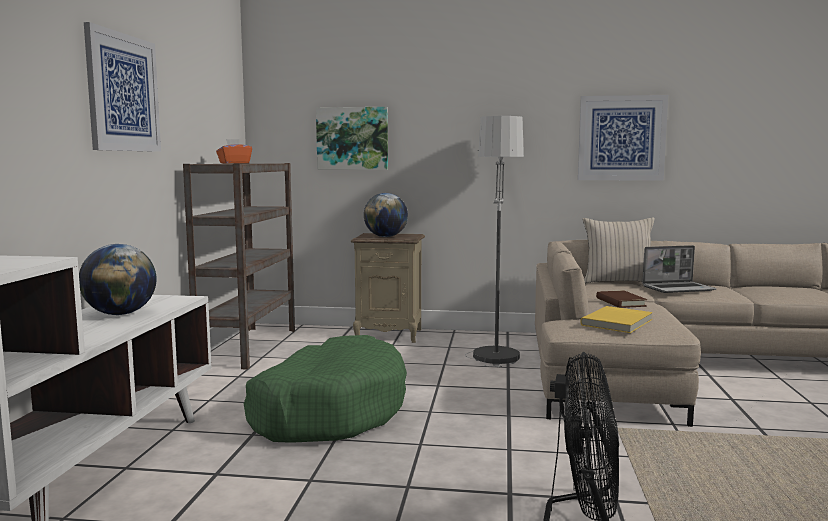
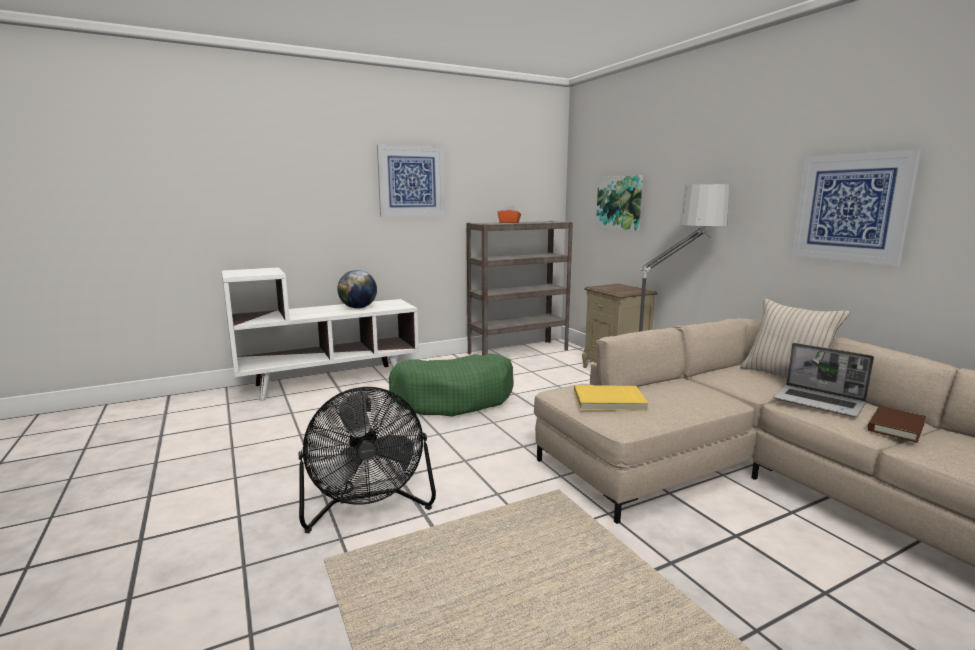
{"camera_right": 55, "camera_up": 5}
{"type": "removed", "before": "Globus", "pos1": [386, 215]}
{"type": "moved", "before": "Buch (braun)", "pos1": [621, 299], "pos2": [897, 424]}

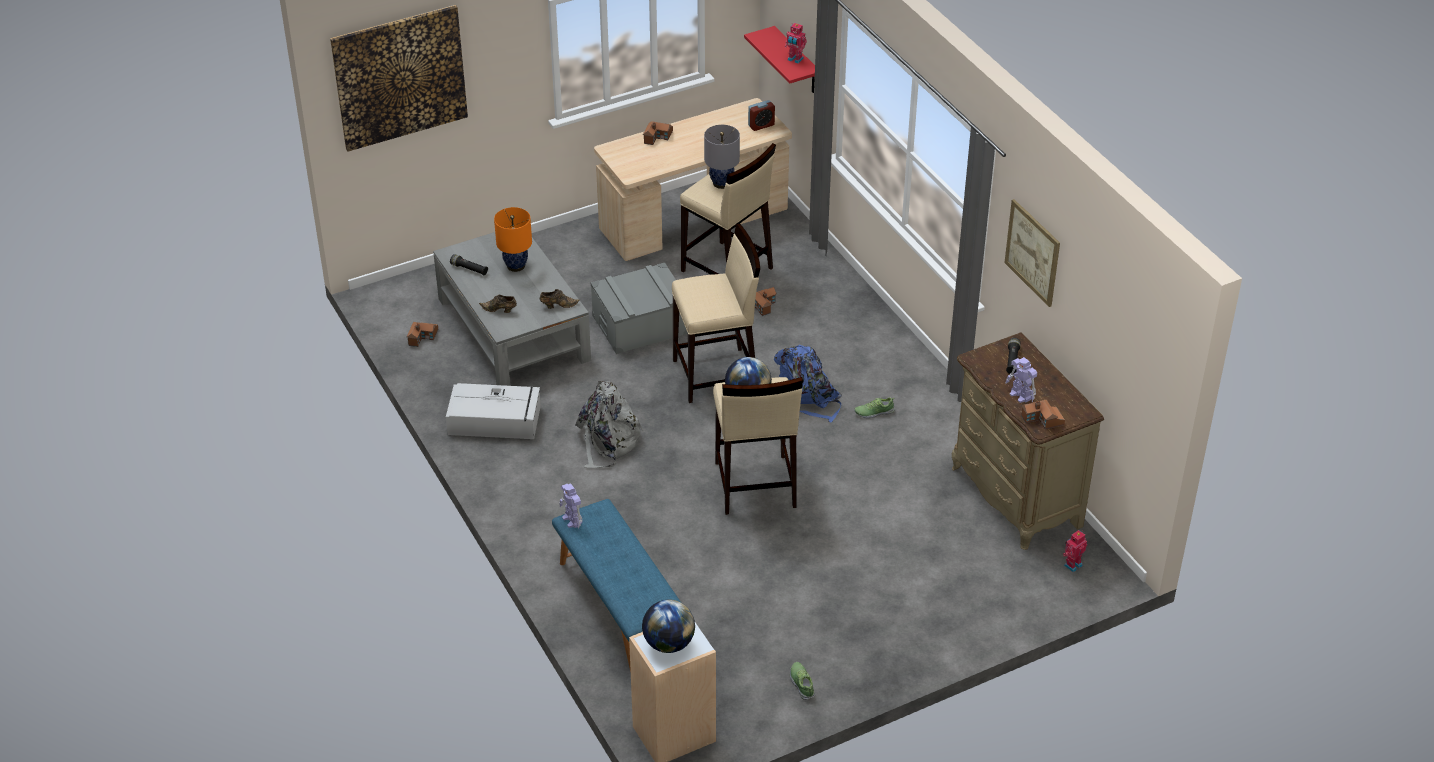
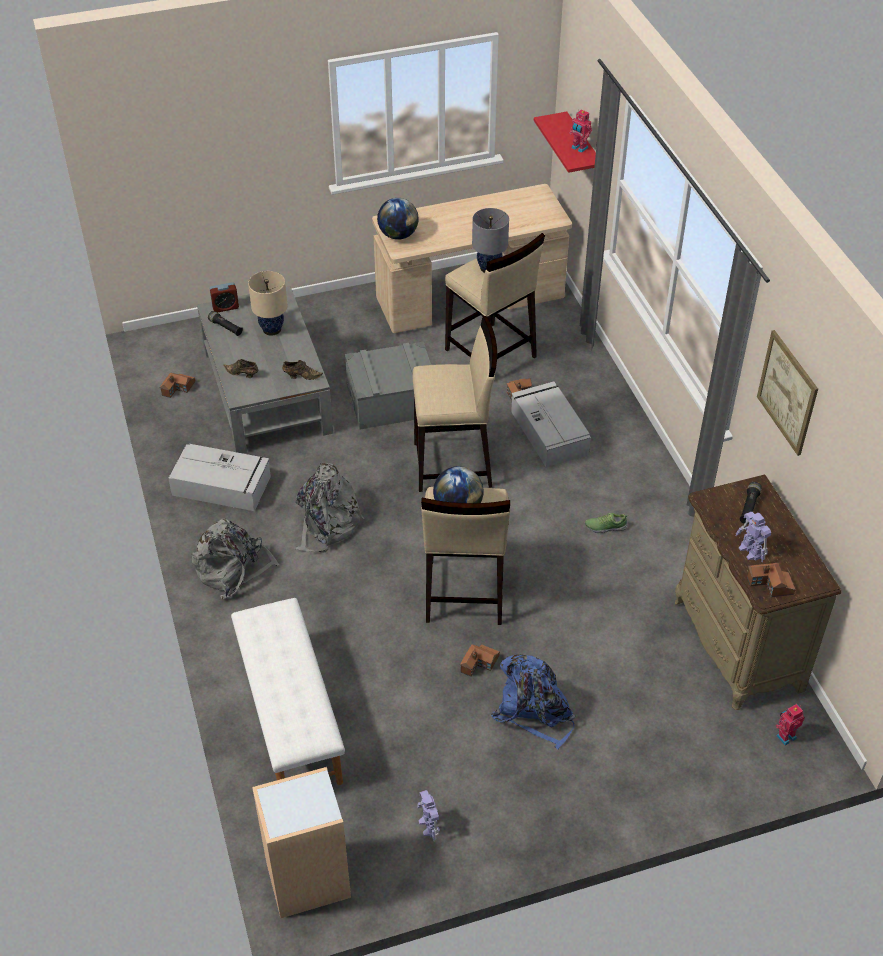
{"camera_right": 10, "camera_up": 5}
{"type": "removed", "before": "Bild", "pos1": [399, 78]}
{"type": "moved", "before": "Wecker", "pos1": [761, 115], "pos2": [224, 297]}
{"type": "moved", "before": "Spielzeughaus", "pos1": [658, 133], "pos2": [480, 660]}
{"type": "recoloured", "before": "Tischlampe (orange)", "after": "Tischlampe (beige)", "pos1": [513, 239], "pos2": [268, 303]}
{"type": "moved", "before": "Rucksack (blau)", "pos1": [808, 384], "pos2": [533, 702]}
{"type": "moved", "before": "Spielzeugroboter", "pos1": [570, 506], "pos2": [428, 816]}
{"type": "recoloured", "before": "Bank (blau)", "after": "Bank (weiß)", "pos1": [616, 585], "pos2": [288, 691]}
{"type": "moved", "before": "Globus", "pos1": [668, 626], "pos2": [398, 219]}
{"type": "removed", "before": "Schuh", "pos1": [802, 681]}
{"type": "added", "after": "Aufbewahrungsbox (grau)", "pos2": [551, 424]}
{"type": "added", "after": "Rucksack (grau)", "pos2": [235, 559]}

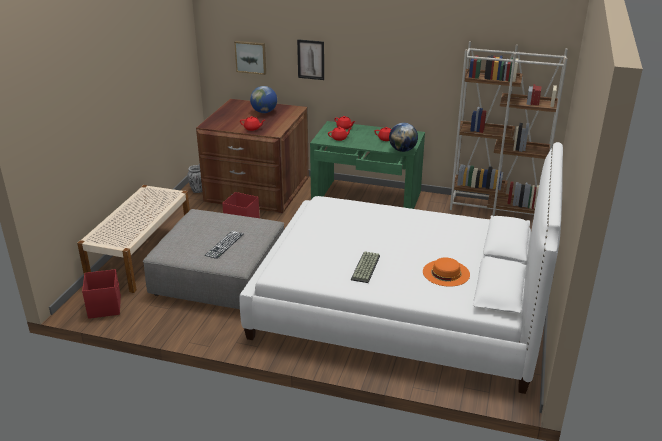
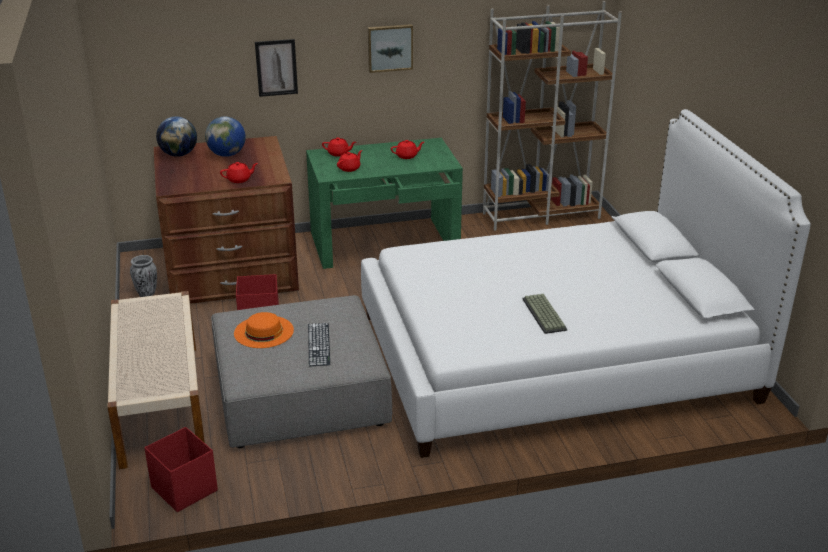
{"camera_right": -30, "camera_up": 0}
{"type": "moved", "before": "Bild", "pos1": [250, 58], "pos2": [390, 48]}
{"type": "moved", "before": "Globus", "pos1": [403, 137], "pos2": [176, 137]}
{"type": "moved", "before": "Hut (orange)", "pos1": [446, 272], "pos2": [264, 330]}

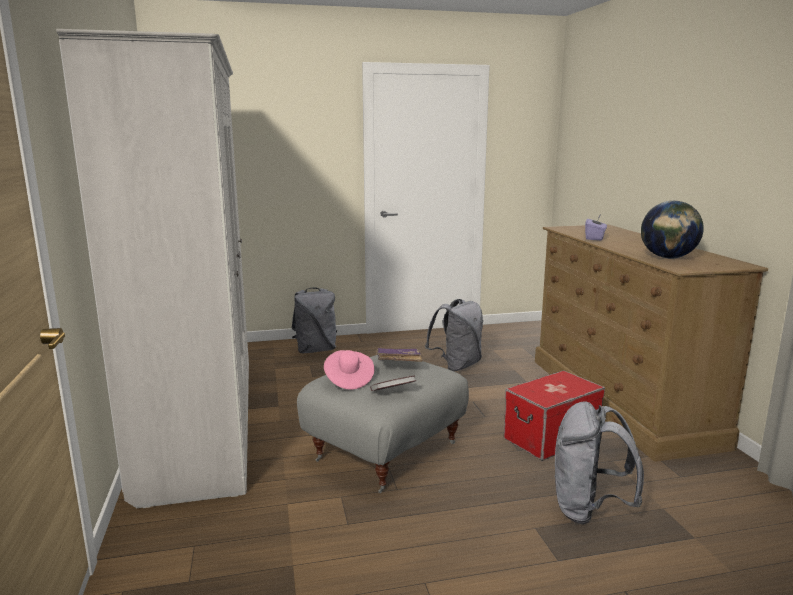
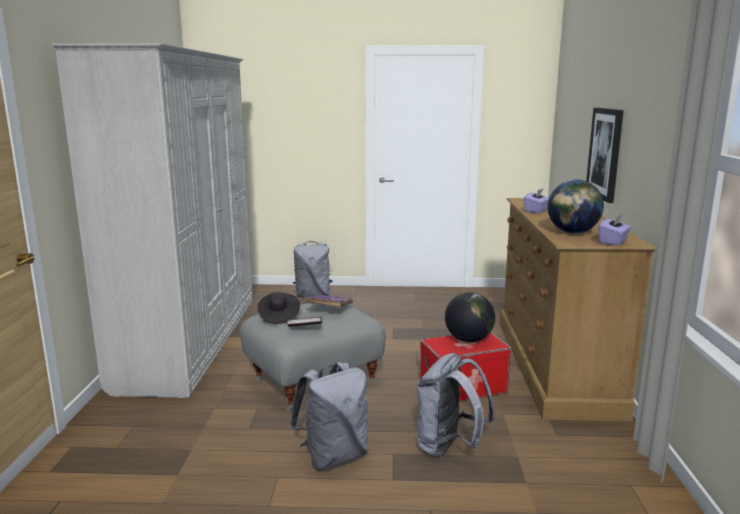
{"camera_right": 15, "camera_up": 0}
{"type": "moved", "before": "Rucksack (grau)", "pos1": [454, 335], "pos2": [329, 416]}
{"type": "recoloured", "before": "Hut (rosa)", "after": "Hut (schwarz)", "pos1": [349, 370], "pos2": [279, 308]}
{"type": "added", "after": "Bild", "pos2": [605, 155]}
{"type": "added", "after": "Taschentuchbox (lila)", "pos2": [614, 230]}
{"type": "added", "after": "Globus", "pos2": [470, 317]}

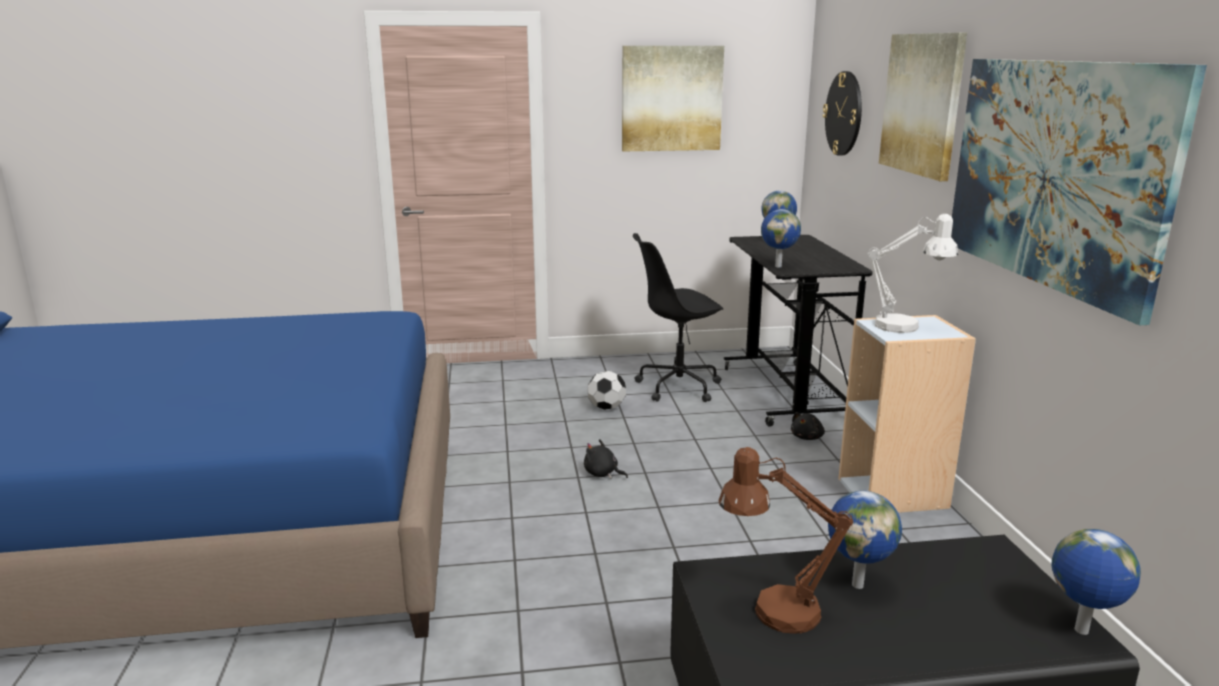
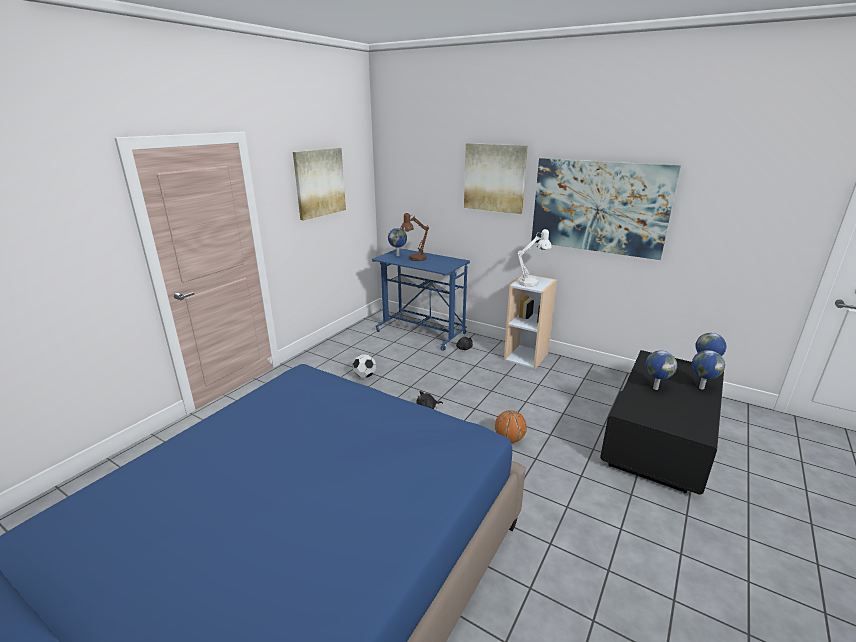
{"camera_right": -50, "camera_up": 5}
{"type": "removed", "before": "Wanduhr", "pos1": [842, 113]}
{"type": "moved", "before": "Globus", "pos1": [781, 238], "pos2": [708, 370]}
{"type": "removed", "before": "Bürostuhl (schwarz)", "pos1": [678, 317]}
{"type": "recoloured", "before": "Schreibtisch (schwarz)", "after": "Schreibtisch (blau)", "pos1": [798, 331], "pos2": [421, 299]}
{"type": "moved", "before": "Tischlampe (braun)", "pos1": [785, 540], "pos2": [414, 237]}
{"type": "added", "after": "Basketball", "pos2": [511, 426]}

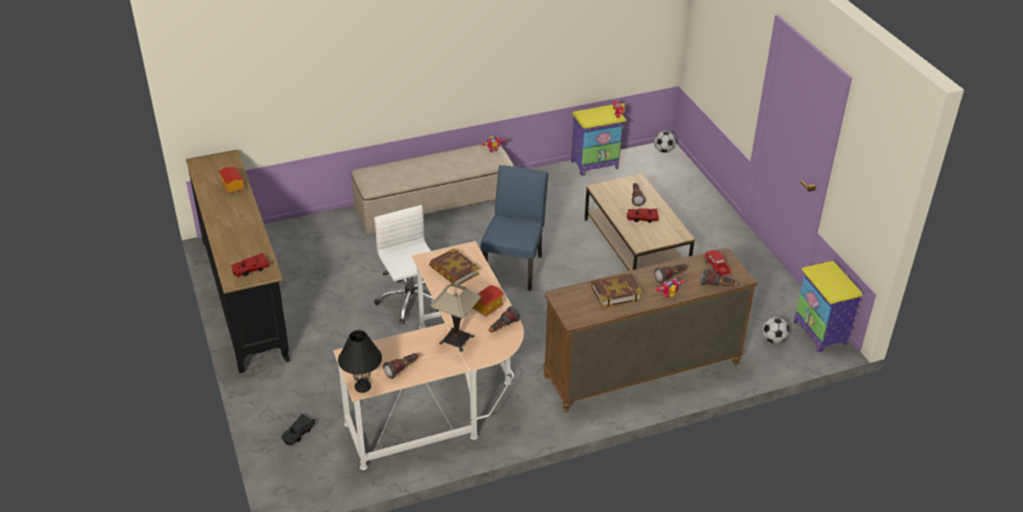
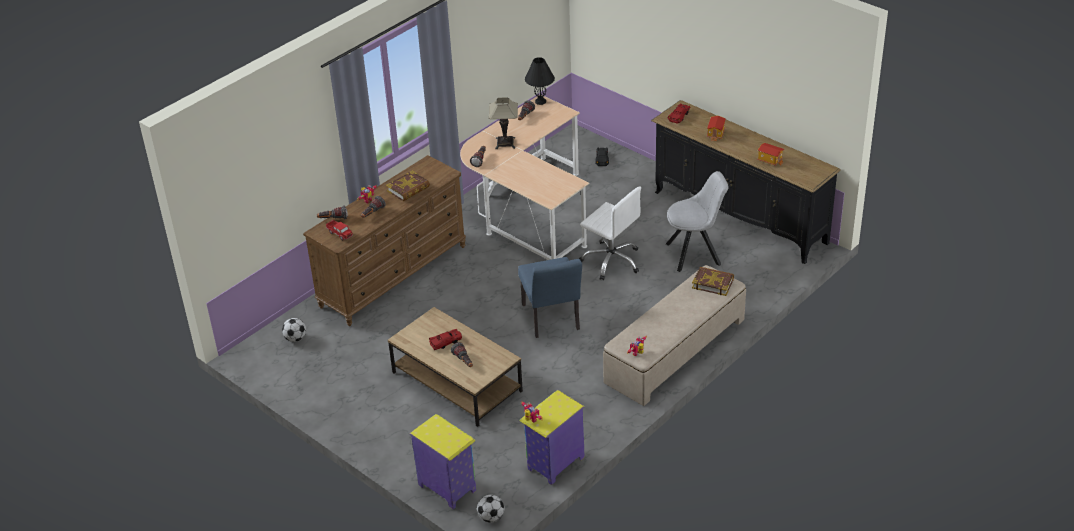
{"camera_right": 155, "camera_up": 0}
{"type": "moved", "before": "Buch", "pos1": [454, 266], "pos2": [713, 281]}
{"type": "moved", "before": "Nachttisch", "pos1": [828, 306], "pos2": [443, 461]}
{"type": "moved", "before": "Spielzeughaus", "pos1": [488, 301], "pos2": [716, 128]}
{"type": "added", "after": "Stuhl (grau)", "pos2": [697, 221]}

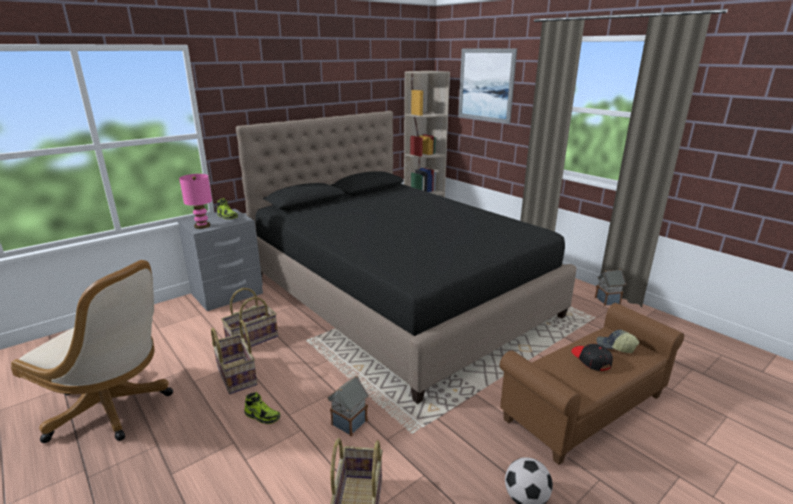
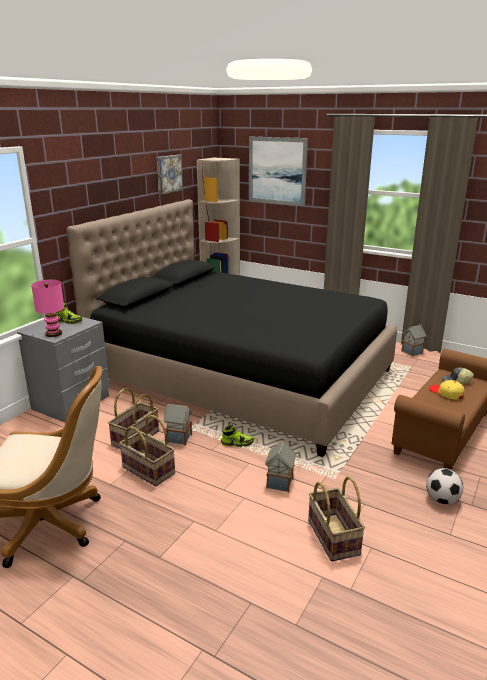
{"camera_right": -20, "camera_up": 0}
{"type": "recoloured", "before": "Kappe (schwarz)", "after": "Kappe (gelb)", "pos1": [592, 357], "pos2": [446, 389]}
{"type": "moved", "before": "Schuh", "pos1": [262, 408], "pos2": [237, 435]}
{"type": "added", "after": "Bild", "pos2": [170, 174]}
{"type": "added", "after": "Spielzeughaus", "pos2": [178, 424]}

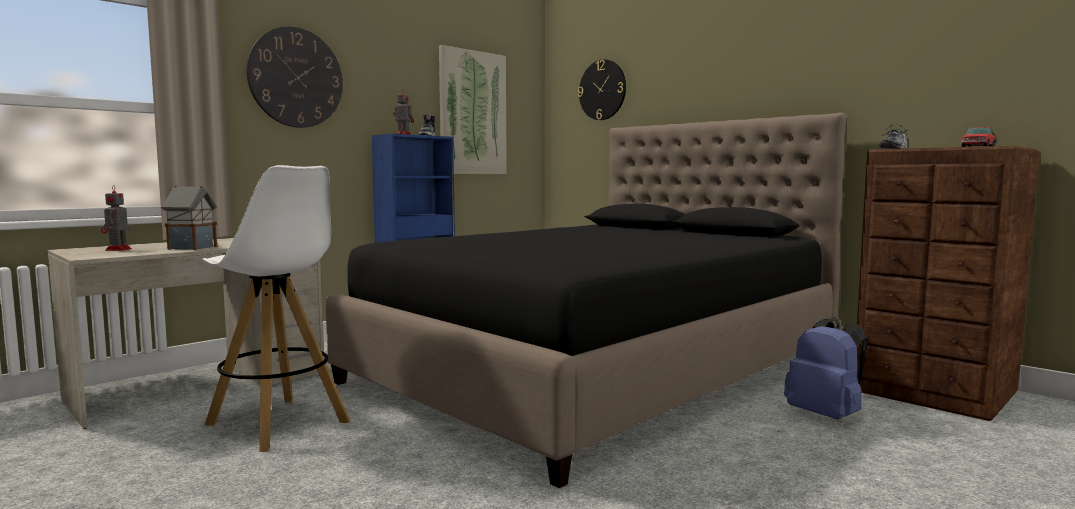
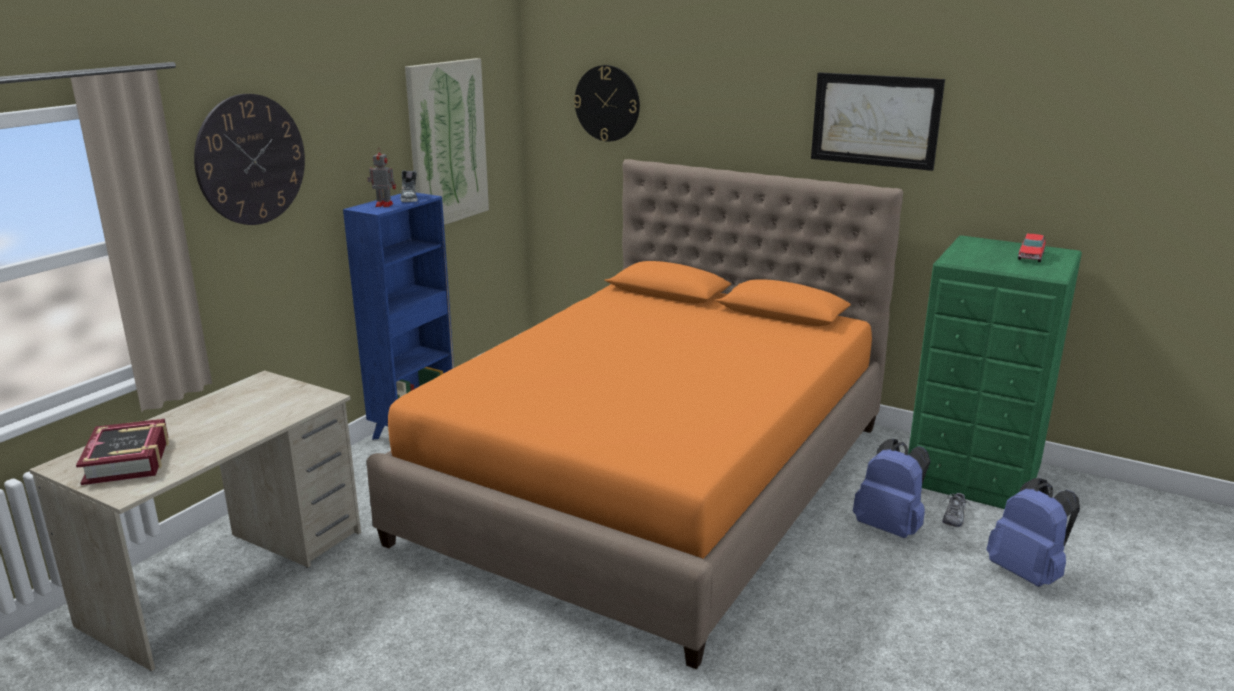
{"camera_right": -15, "camera_up": 15}
{"type": "recoloured", "before": "Bett (schwarz)", "after": "Bett (orange)", "pos1": [586, 300], "pos2": [635, 414]}
{"type": "moved", "before": "Schuh", "pos1": [894, 136], "pos2": [956, 509]}
{"type": "recoloured", "before": "Kommode (braun)", "after": "Kommode (grün)", "pos1": [948, 283], "pos2": [995, 372]}
{"type": "removed", "before": "Hocker (weiß)", "pos1": [276, 308]}
{"type": "replaced", "before": "Spielzeugroboter", "after": "Buch", "pos1": [116, 218], "pos2": [122, 452]}
{"type": "removed", "before": "Spielzeughaus", "pos1": [189, 217]}
{"type": "added", "after": "Bild", "pos2": [878, 121]}
{"type": "added", "after": "Rucksack (blau)", "pos2": [1033, 532]}

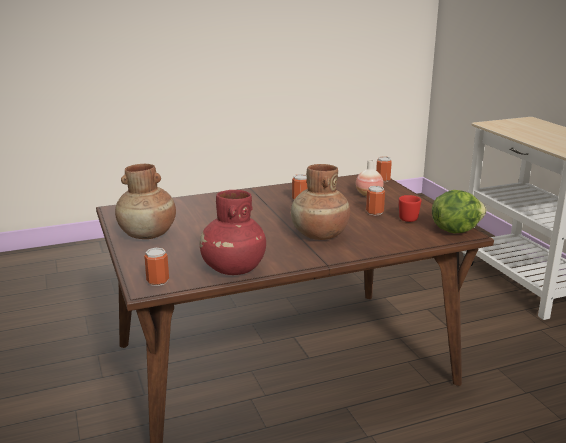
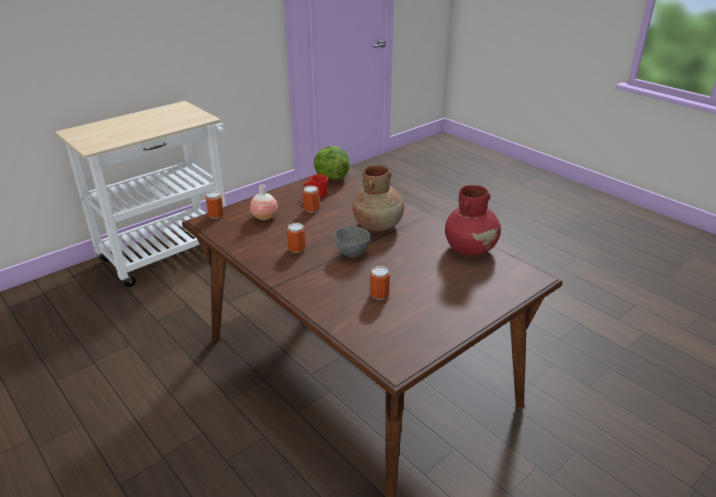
{"camera_right": -110, "camera_up": 10}
{"type": "removed", "before": "Vase (braun)", "pos1": [145, 201]}
{"type": "moved", "before": "Dose", "pos1": [156, 267], "pos2": [380, 283]}
{"type": "added", "after": "Schüssel (grau)", "pos2": [352, 241]}

